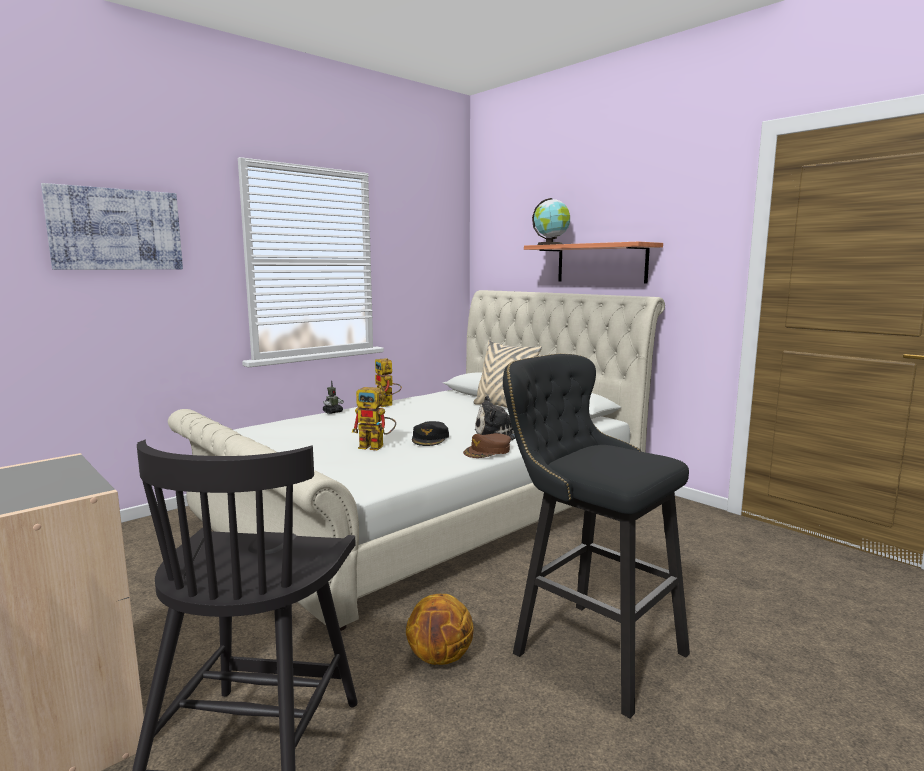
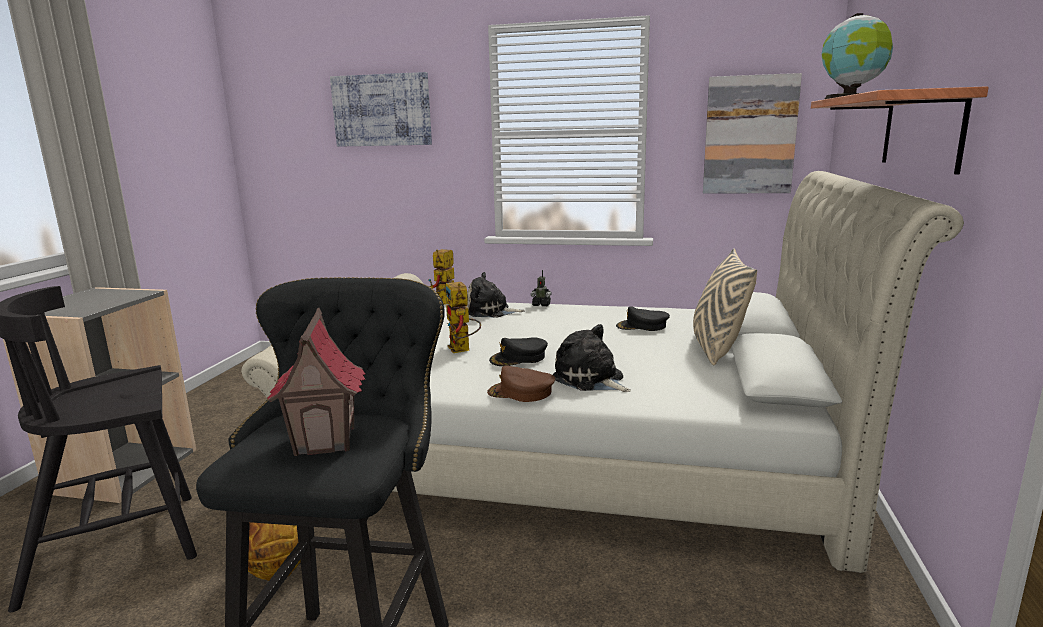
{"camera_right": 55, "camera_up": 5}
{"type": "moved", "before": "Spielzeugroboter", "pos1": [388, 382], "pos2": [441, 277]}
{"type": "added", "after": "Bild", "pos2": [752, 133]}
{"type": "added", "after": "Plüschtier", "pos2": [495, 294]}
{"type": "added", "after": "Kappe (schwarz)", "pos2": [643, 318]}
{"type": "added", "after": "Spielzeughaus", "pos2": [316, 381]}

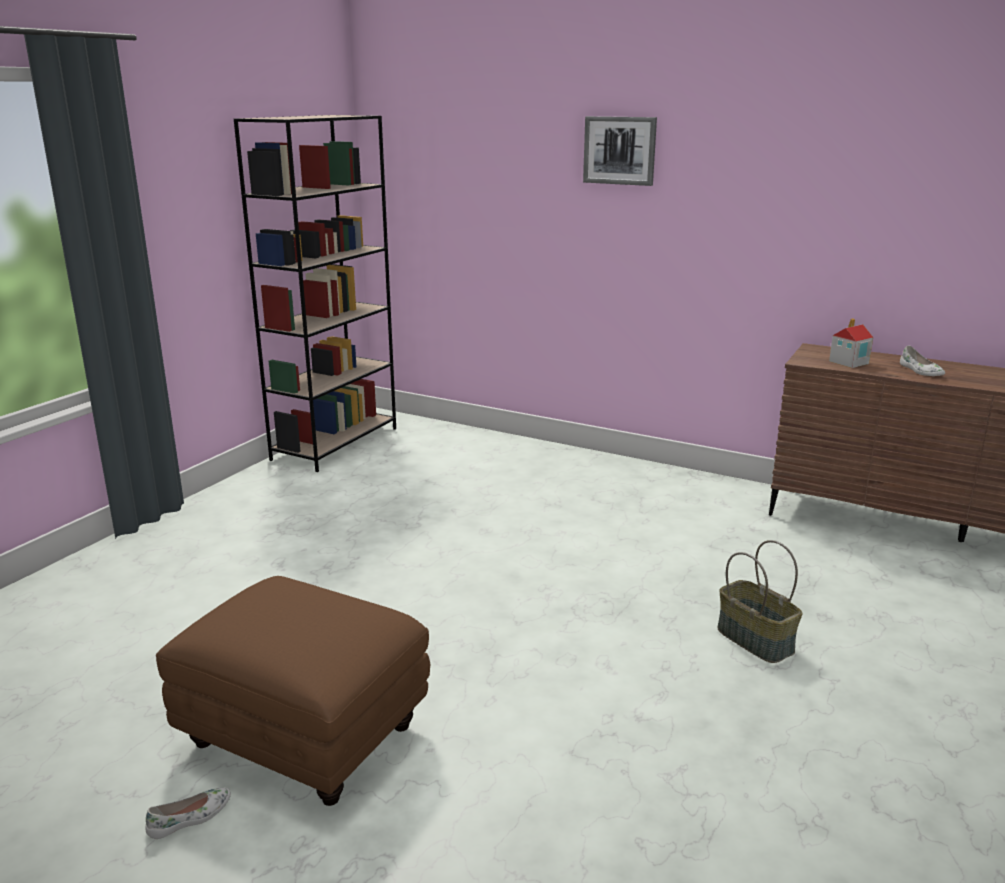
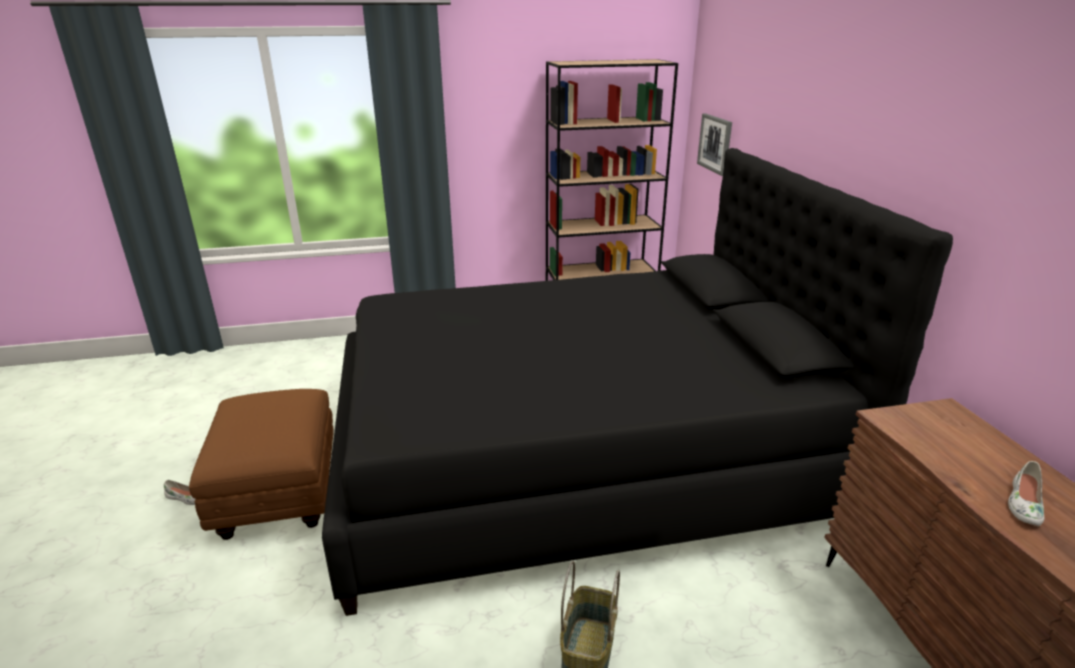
{"camera_right": 50, "camera_up": 5}
{"type": "moved", "before": "Bild", "pos1": [620, 151], "pos2": [714, 144]}
{"type": "removed", "before": "Spielzeughaus", "pos1": [851, 343]}
{"type": "added", "after": "Bett (schwarz)", "pos2": [637, 382]}

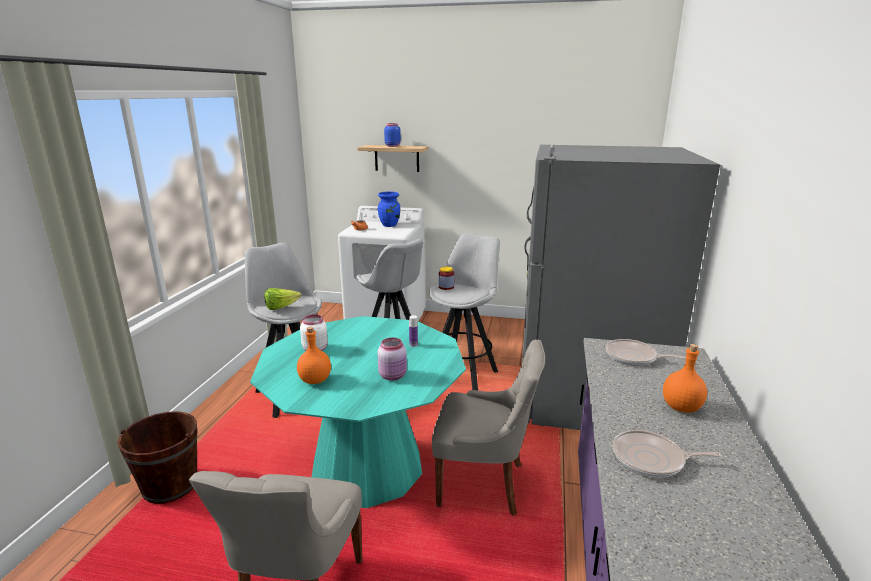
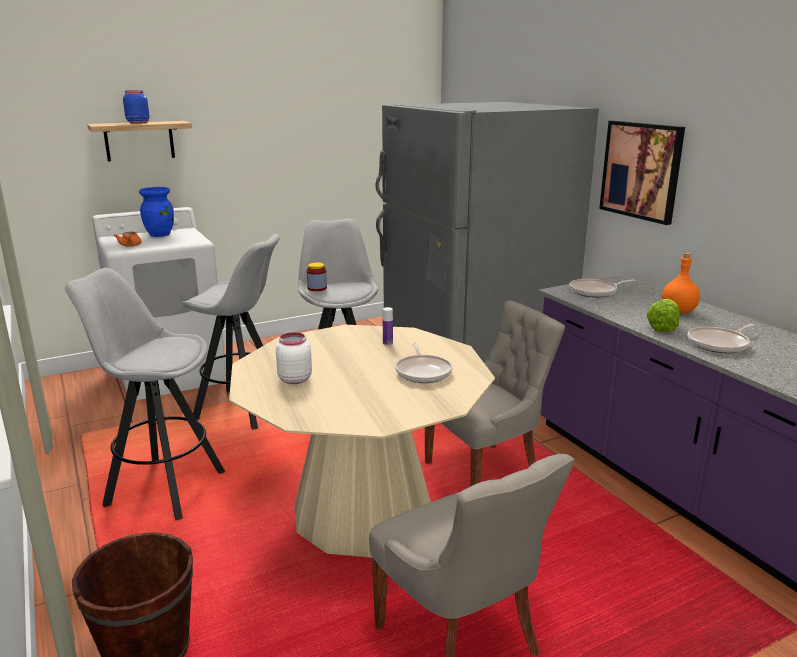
{"camera_right": -40, "camera_up": 0}
{"type": "moved", "before": "Salatkopf", "pos1": [282, 299], "pos2": [663, 315]}
{"type": "recoloured", "before": "Esstisch (türkis)", "after": "Esstisch (beige)", "pos1": [358, 412], "pos2": [362, 441]}
{"type": "removed", "before": "Flasche (orange)", "pos1": [314, 355]}
{"type": "replaced", "before": "Vorratsglas (rosa)", "after": "Pfanne", "pos1": [392, 359], "pos2": [424, 362]}
{"type": "added", "after": "Bild", "pos2": [642, 173]}

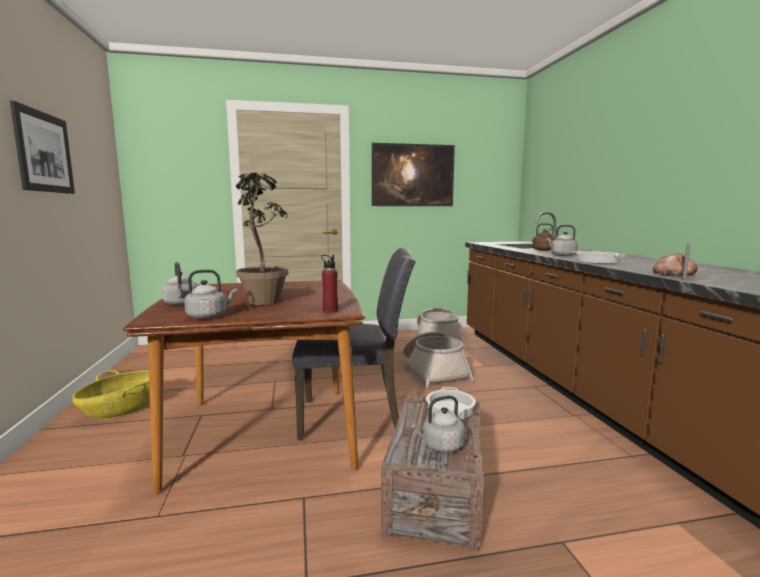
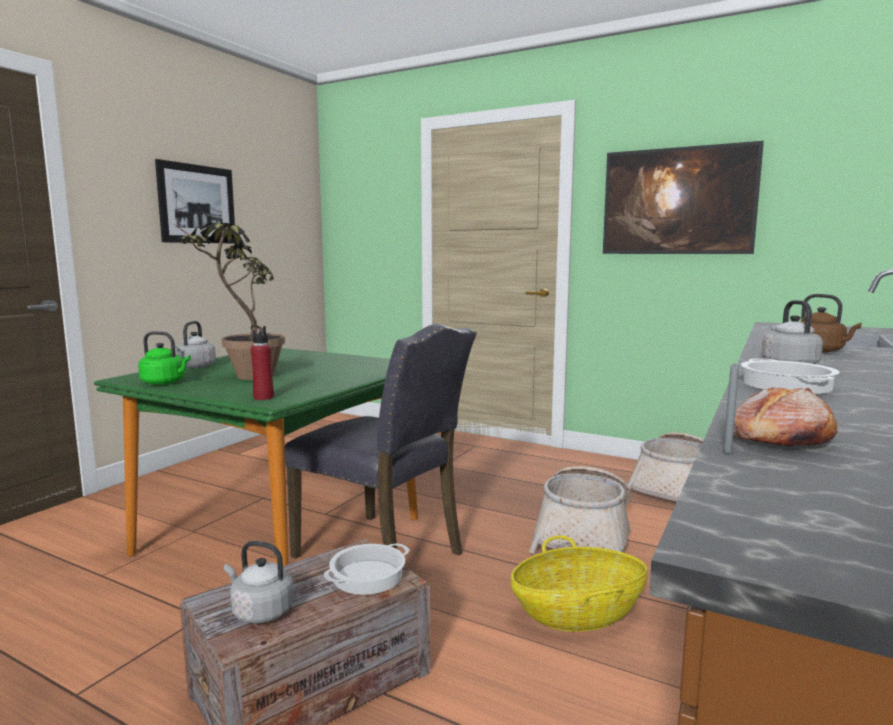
{"camera_right": 40, "camera_up": 0}
{"type": "recoloured", "before": "Wasserkessel (grau)", "after": "Wasserkessel (grün)", "pos1": [210, 294], "pos2": [164, 358]}
{"type": "recoloured", "before": "Esstisch (braun)", "after": "Esstisch (grün)", "pos1": [244, 386], "pos2": [256, 457]}
{"type": "moved", "before": "Korb", "pos1": [111, 394], "pos2": [578, 583]}

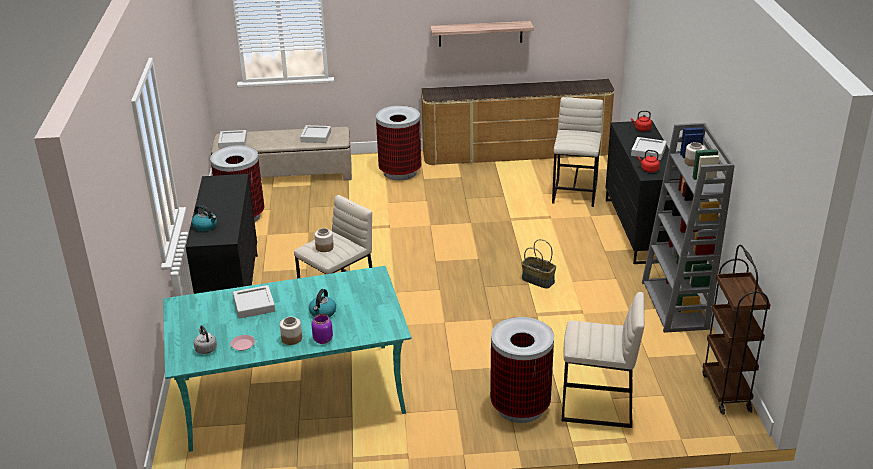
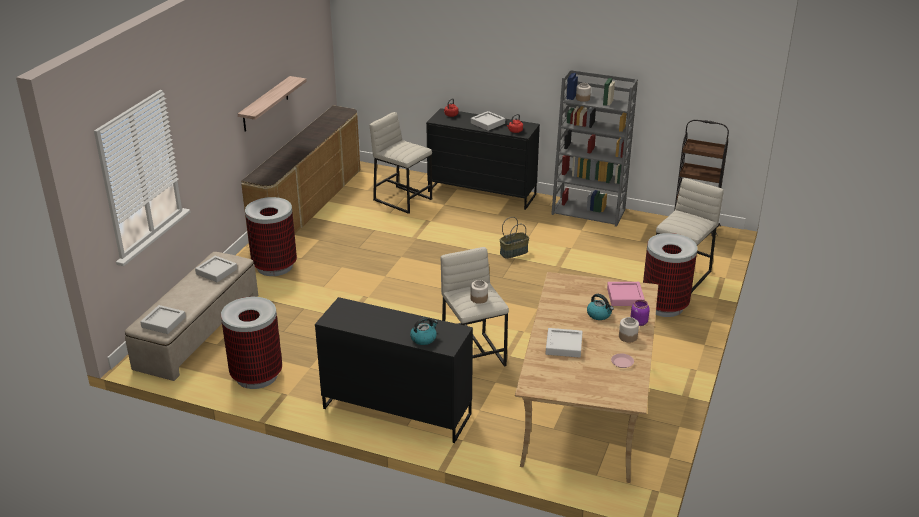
{"camera_right": -65, "camera_up": 0}
{"type": "recoloured", "before": "Esstisch (türkis)", "after": "Esstisch (beige)", "pos1": [287, 359], "pos2": [586, 377]}
{"type": "removed", "before": "Wasserkessel (grau)", "pos1": [205, 339]}
{"type": "added", "after": "Tablett (rosa)", "pos2": [626, 294]}

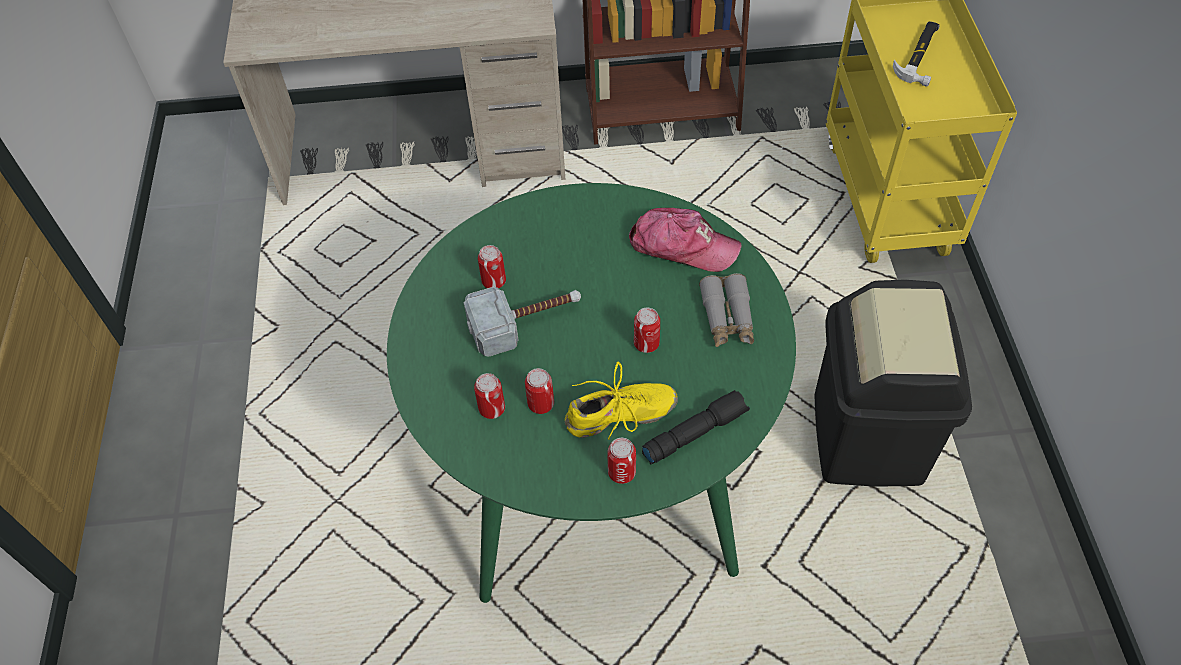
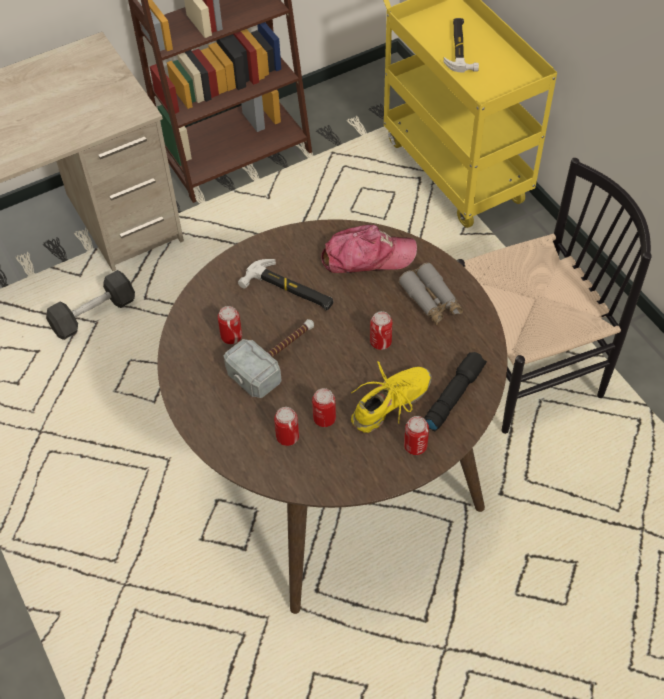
{"camera_right": -25, "camera_up": 0}
{"type": "recoloured", "before": "Esstisch (grün)", "after": "Esstisch (braun)", "pos1": [591, 393], "pos2": [332, 416]}
{"type": "replaced", "before": "Mülleimer (schwarz)", "after": "Stuhl (schwarz)", "pos1": [893, 383], "pos2": [554, 296]}
{"type": "added", "after": "Hammer", "pos2": [286, 285]}
{"type": "added", "after": "Hantel (schwarz)", "pos2": [90, 305]}

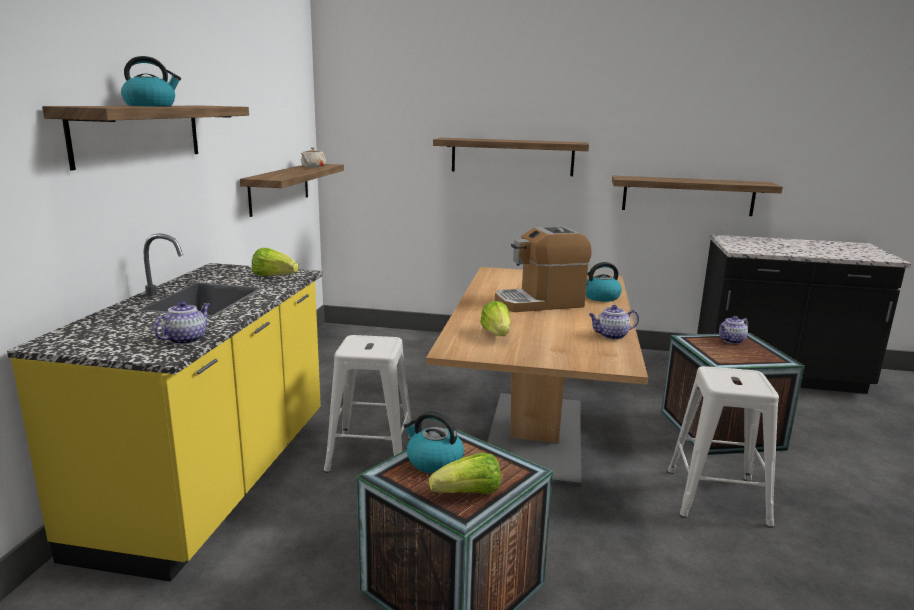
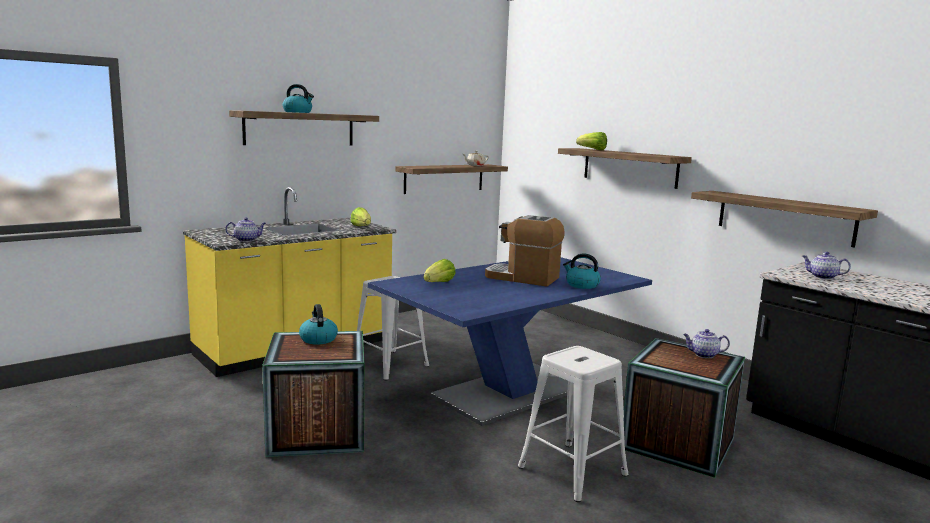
{"camera_right": 40, "camera_up": -5}
{"type": "recoloured", "before": "Esstisch (braun)", "after": "Esstisch (blau)", "pos1": [537, 377], "pos2": [510, 341]}
{"type": "moved", "before": "Teekanne", "pos1": [613, 322], "pos2": [826, 265]}
{"type": "moved", "before": "Salatkopf", "pos1": [465, 473], "pos2": [591, 141]}

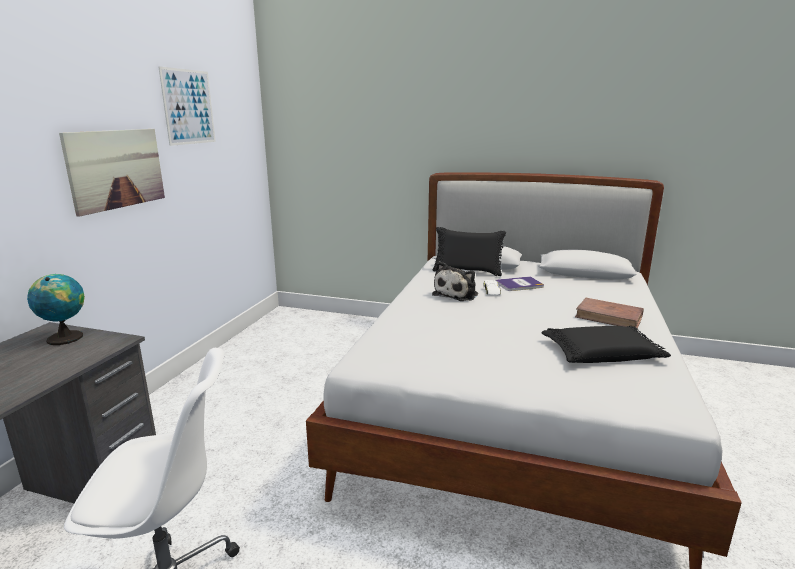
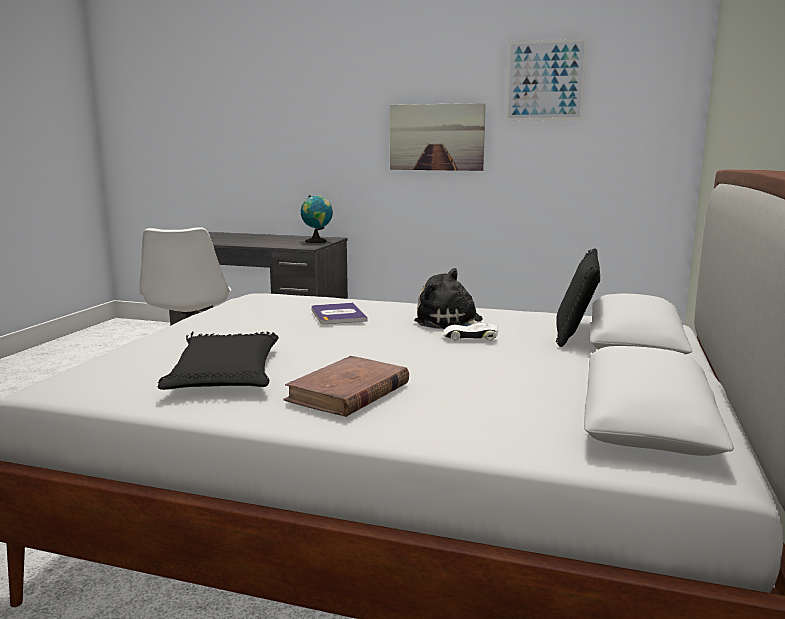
{"camera_right": 90, "camera_up": -5}
{"type": "moved", "before": "Buch", "pos1": [520, 283], "pos2": [339, 313]}

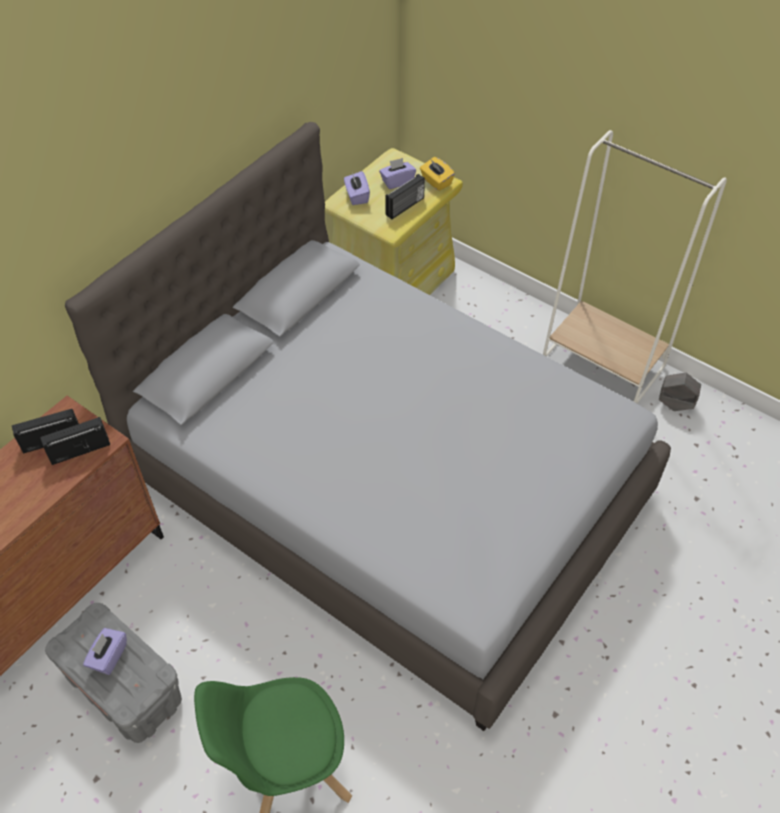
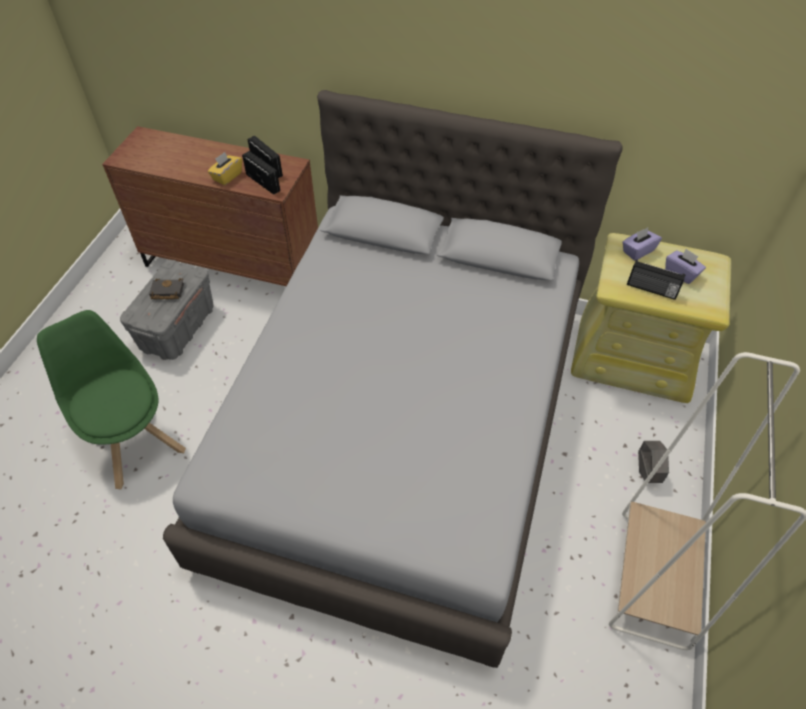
{"camera_right": 70, "camera_up": 0}
{"type": "moved", "before": "Taschentuchbox (gelb)", "pos1": [437, 174], "pos2": [225, 168]}
{"type": "moved", "before": "Pflanzkübel (grau)", "pos1": [680, 392], "pos2": [653, 462]}
{"type": "replaced", "before": "Taschentuchbox (lila)", "after": "Buch (schwarz)", "pos1": [105, 651], "pos2": [166, 288]}

